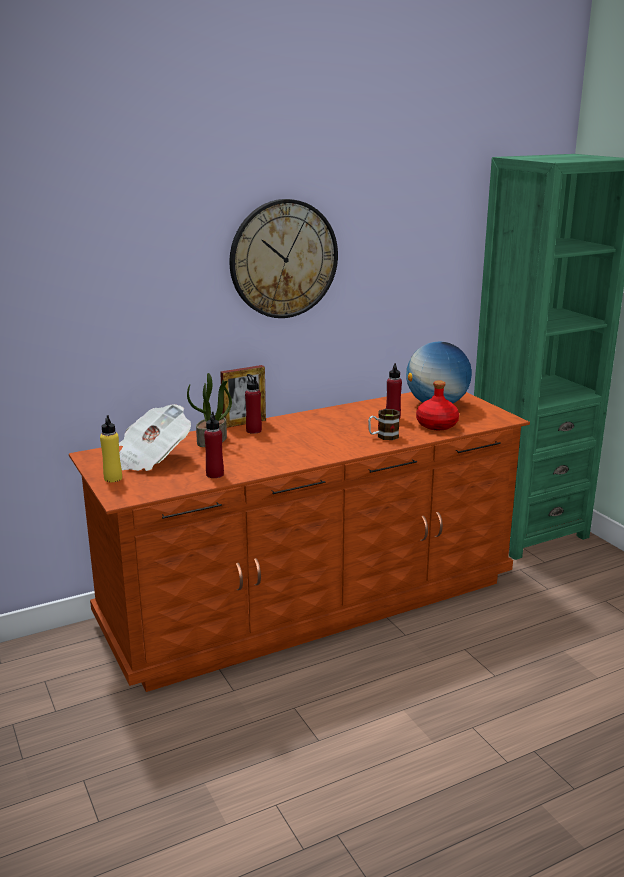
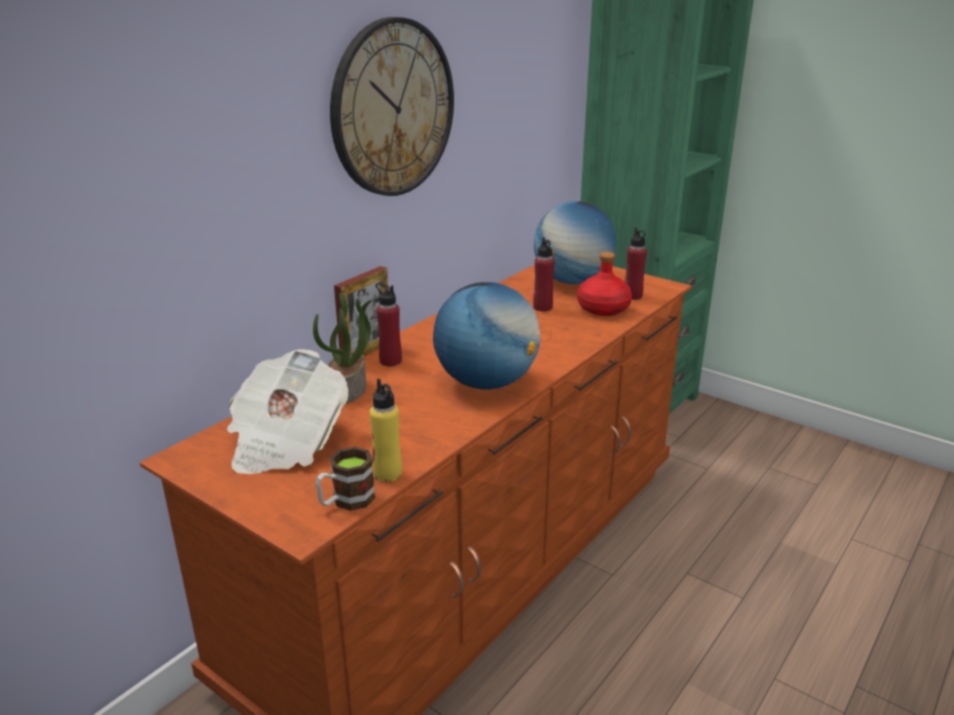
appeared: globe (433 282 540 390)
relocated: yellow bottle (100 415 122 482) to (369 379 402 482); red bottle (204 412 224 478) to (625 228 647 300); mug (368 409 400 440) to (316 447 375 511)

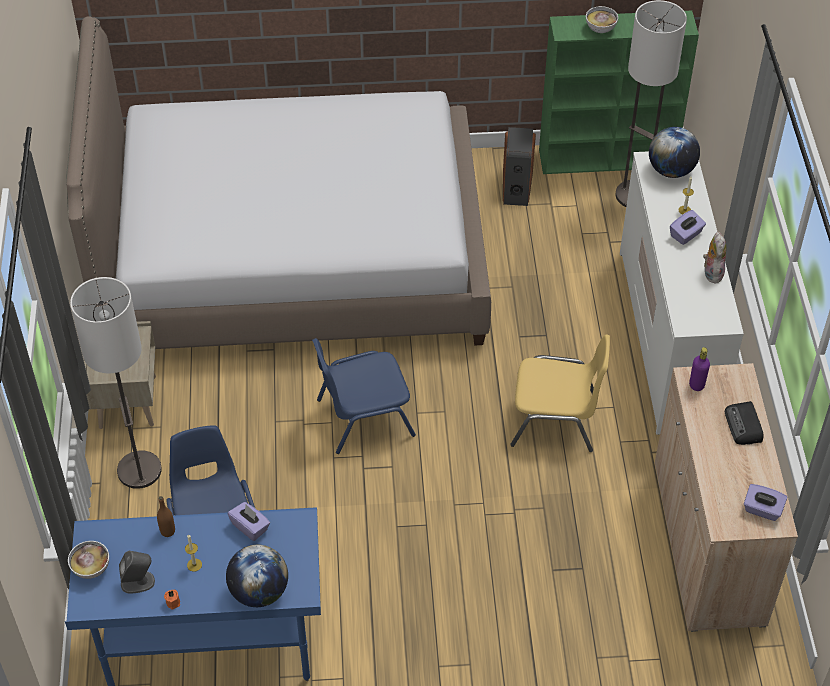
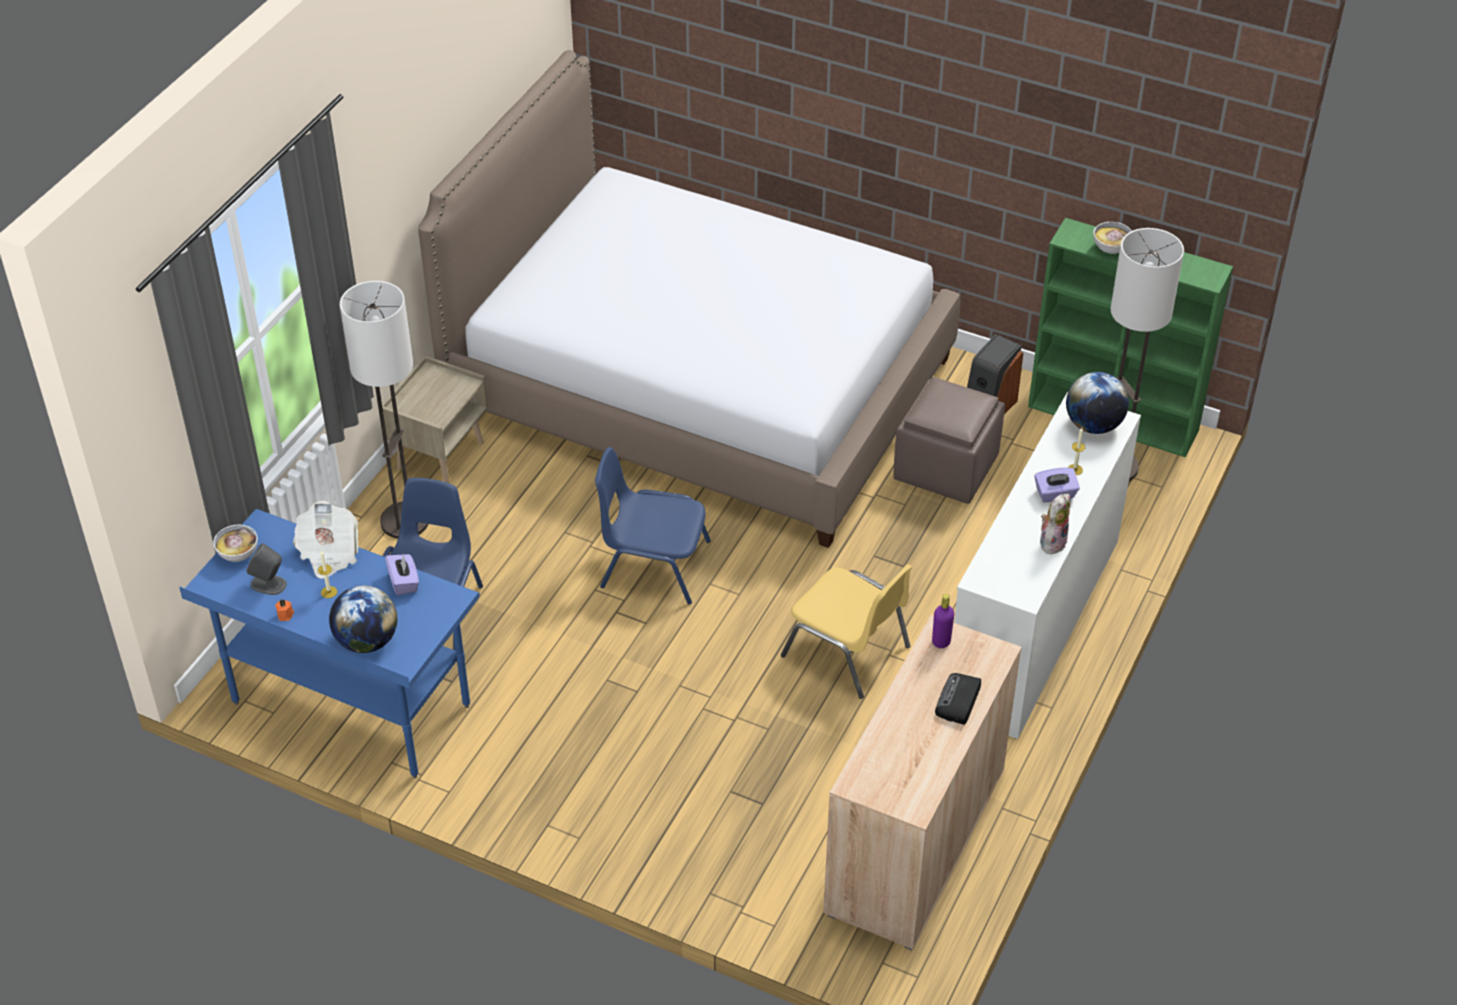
missing: purple tissue box (744 484 787 521)
appeared: brown ottoman (893 377 1005 504)
exchanged: brown bottle (157 496 175 537) to newspaper (293 501 358 579)

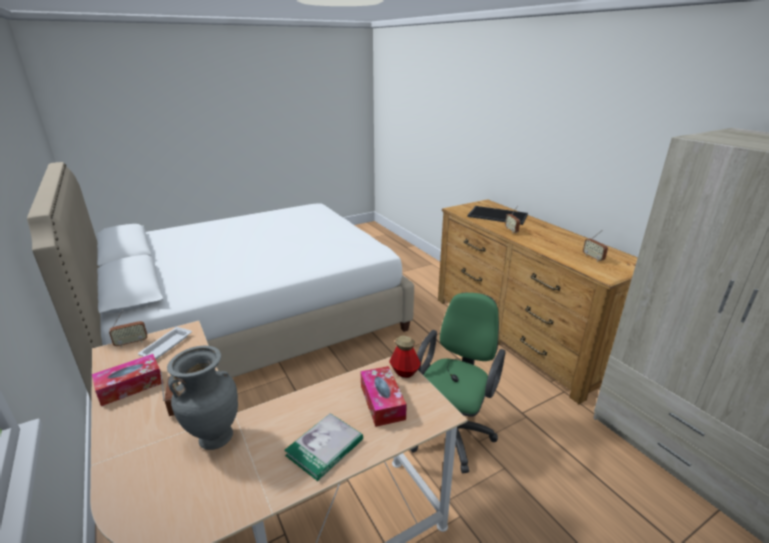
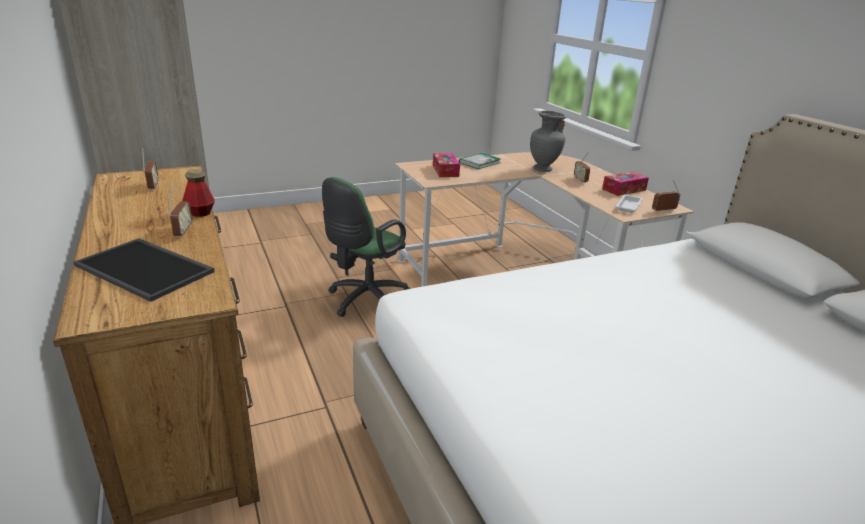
relocated: bottle (389 335 421 378) to (182 169 215 217)

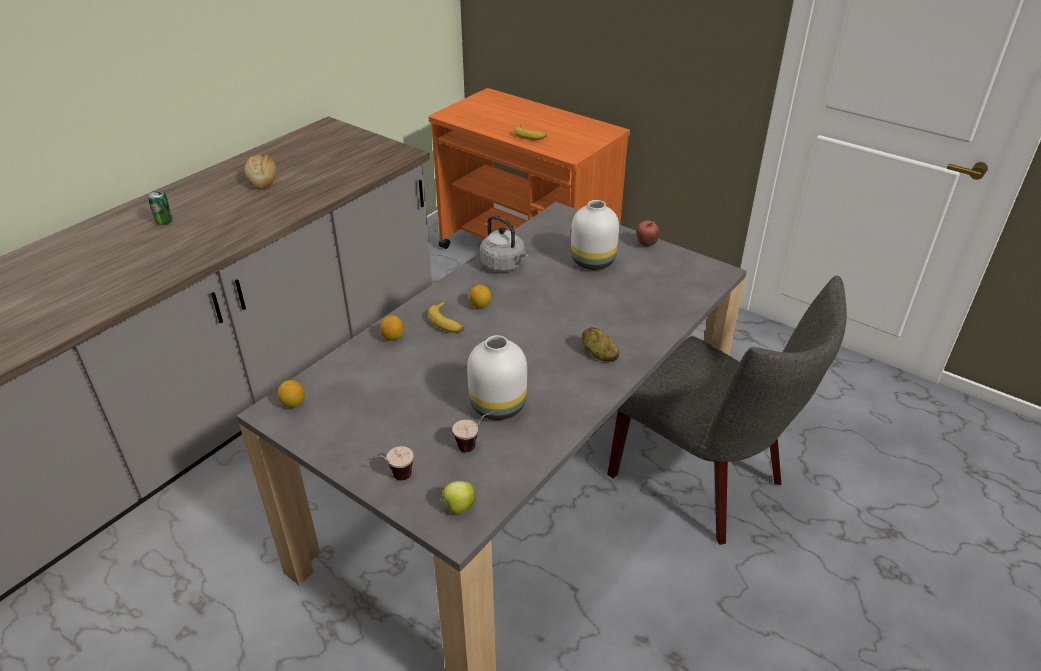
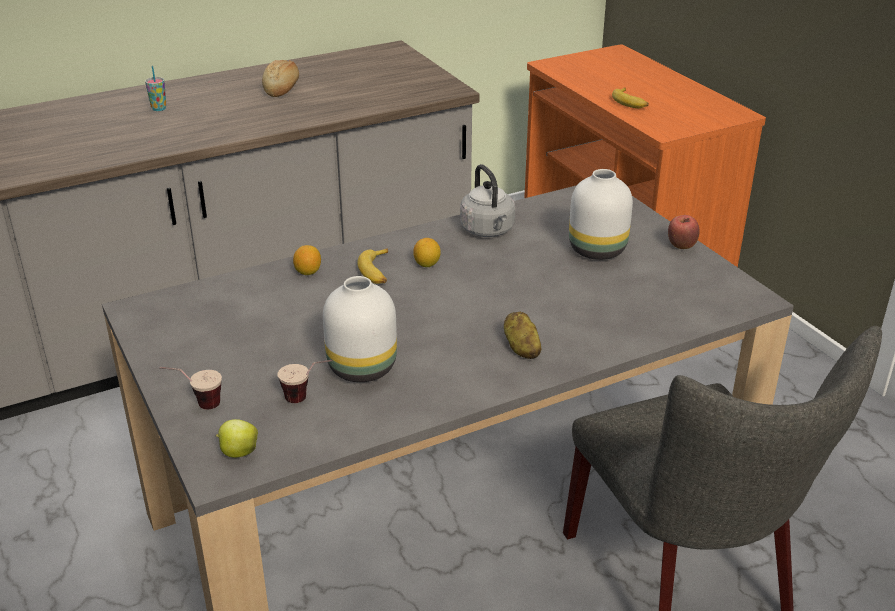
missing: lemon (277 380 305 408)
exchanged: can (148 191 172 225) to cup (145 66 167 111)

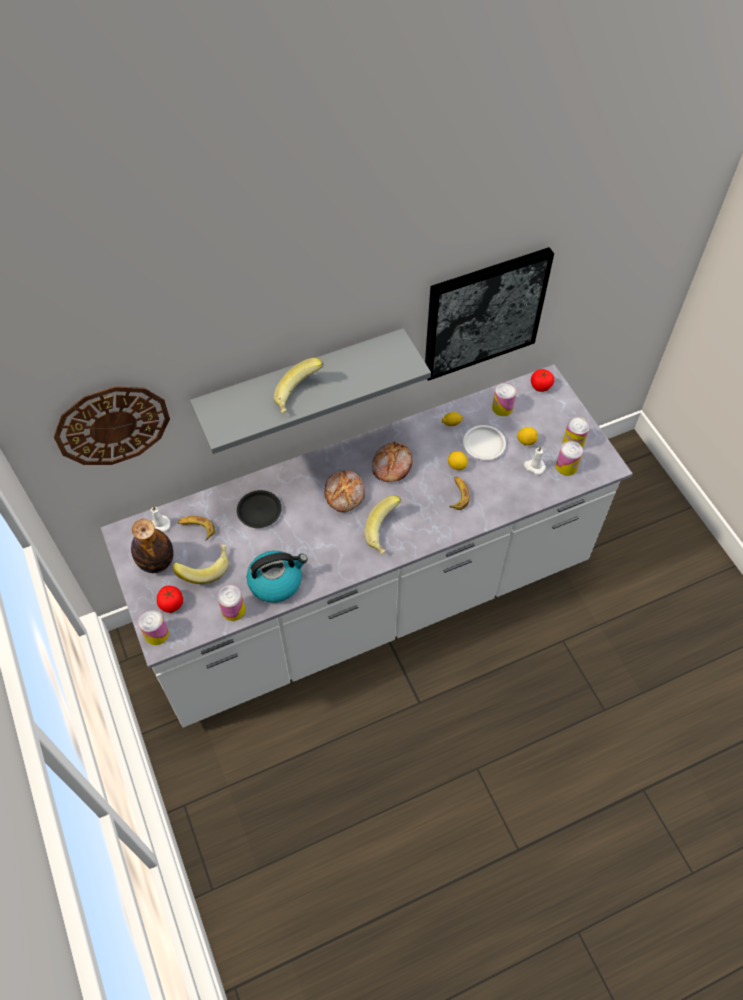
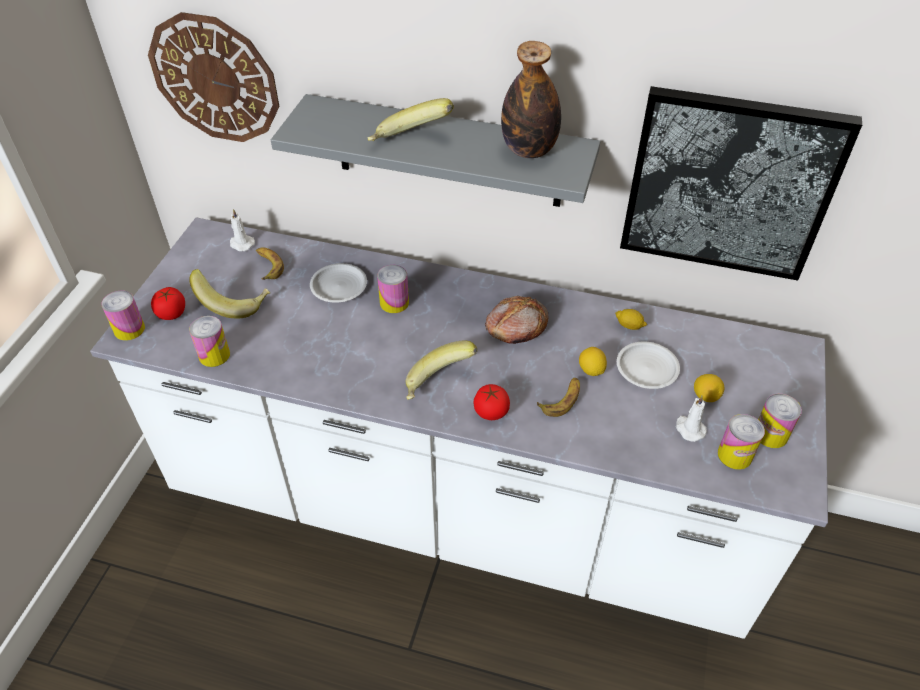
missing: kettle (247 551 308 603); bread (325 470 365 512)
relocated: bottle (131 519 174 573) to (501 41 561 158); can (492 382 517 416) to (377 265 409 313); tomato (531 369 554 392) to (474 384 510 420)
colour: black plate (237 490 282 528) to white plate (310 263 367 303)

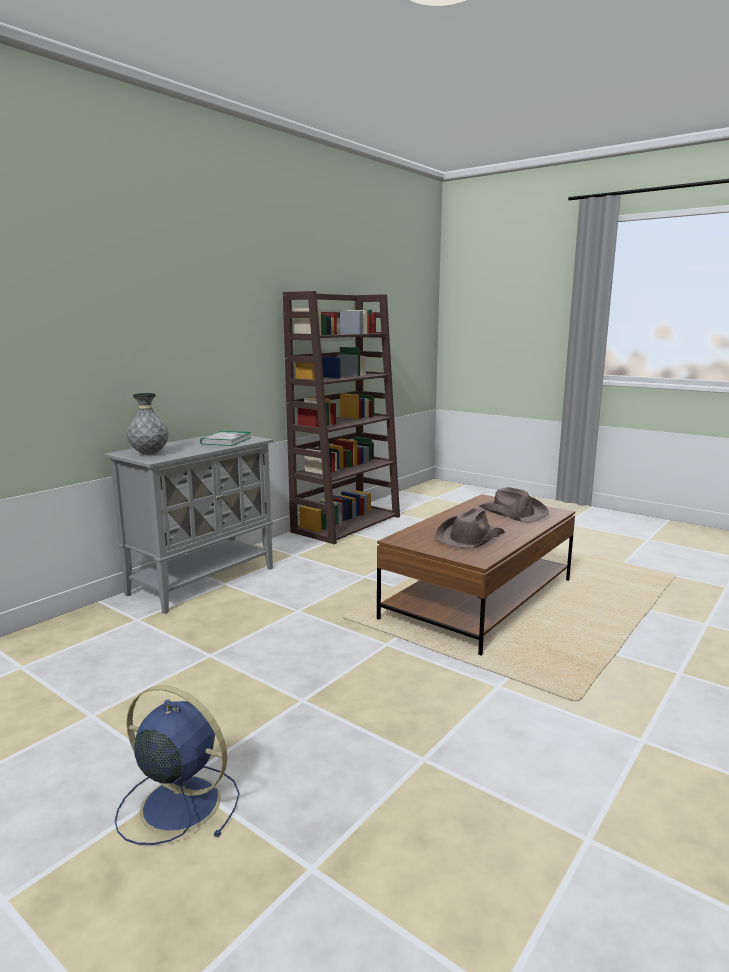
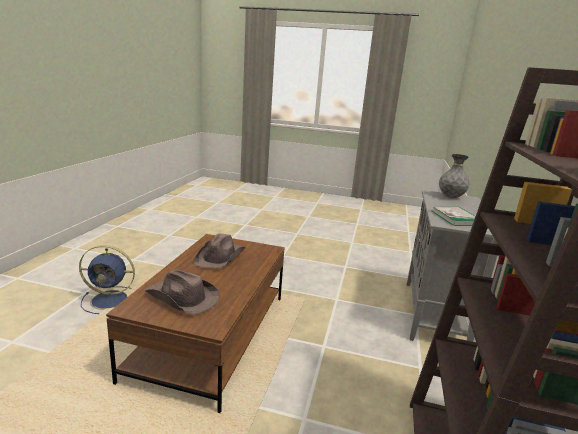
relocated: blue fan (115 685 240 845) to (79 245 135 314)

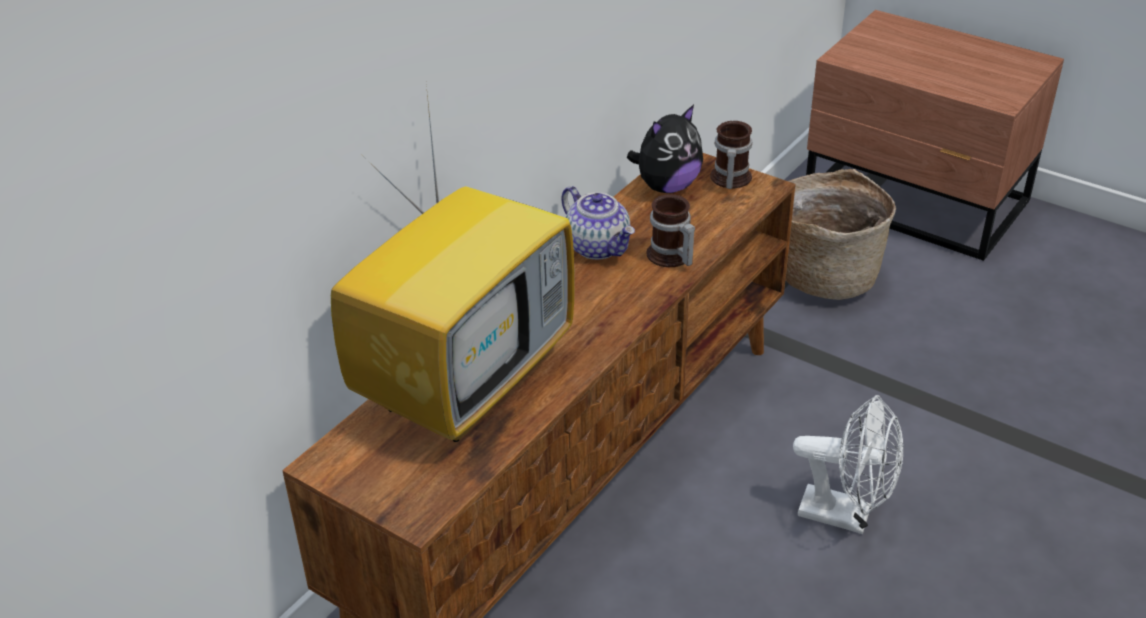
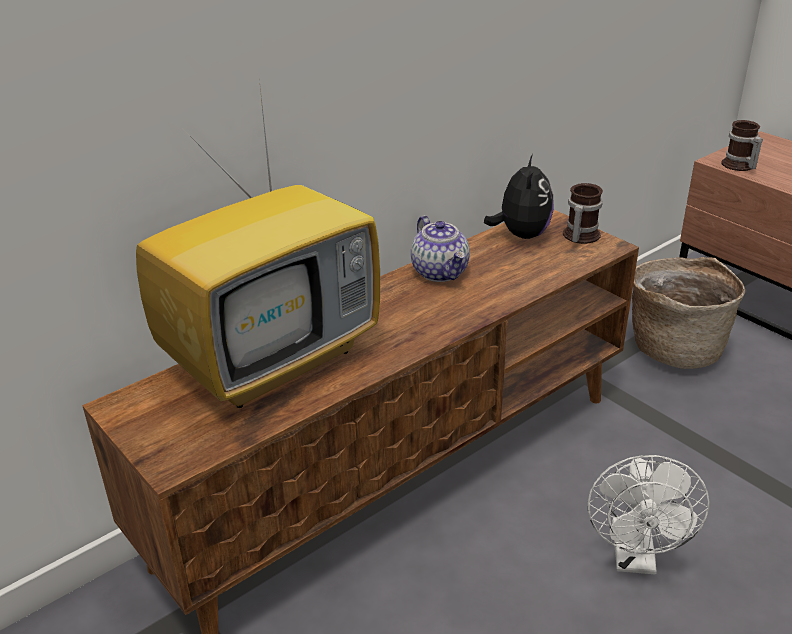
relocated: mug (646 194 695 267) to (721 120 763 171)
spun: plush toy (627 105 703 193) = (484 154 554 239) 60 degrees counterclockwise; white fan (793 395 903 534) = (588 455 709 574) 60 degrees clockwise

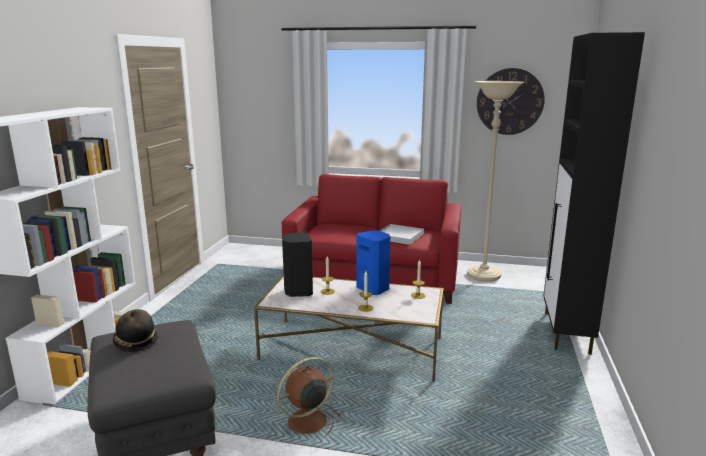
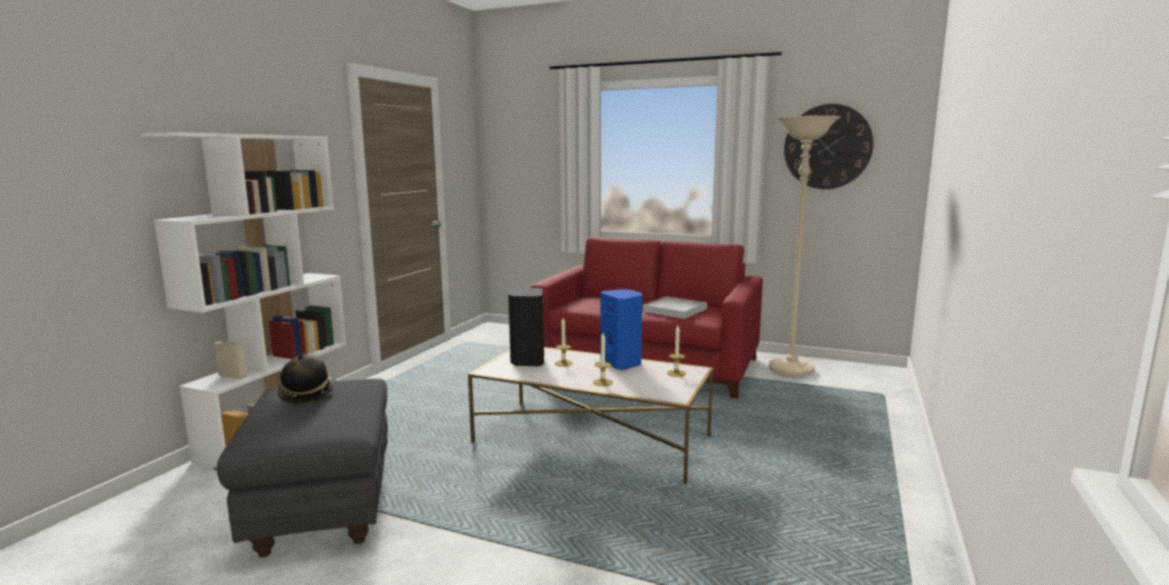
missing: brown fan (277 357 341 437); black cabinet (543 32 645 355)

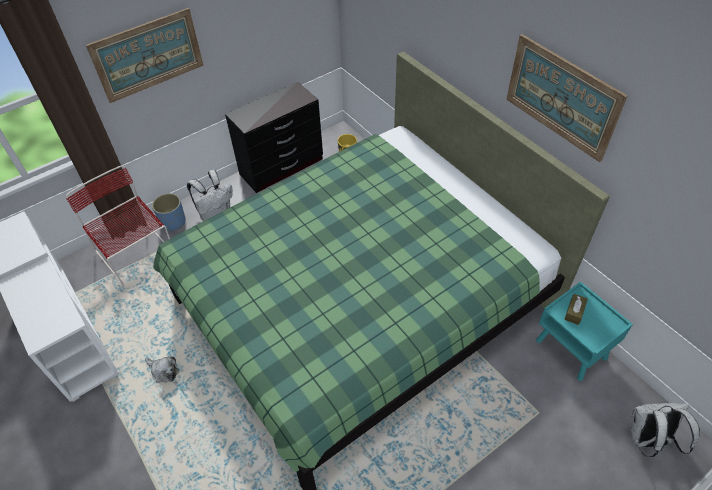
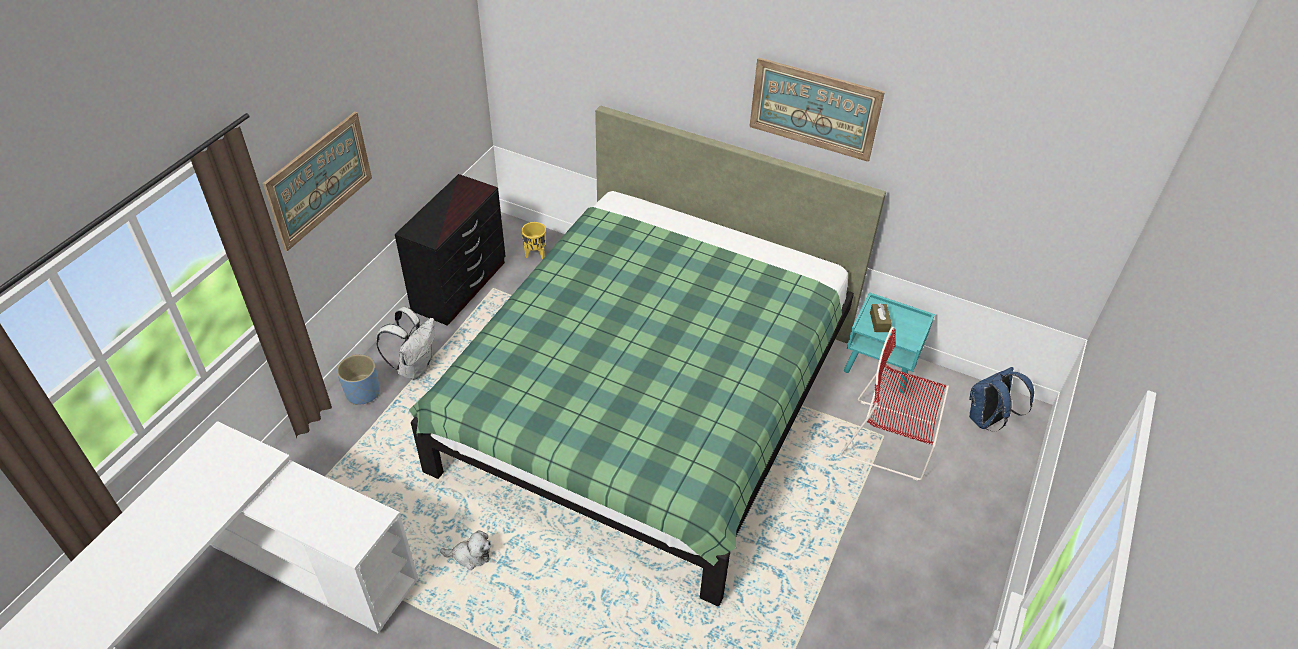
relocated: red chair (66 165 170 286) to (841 327 949 481)
colour: white backpack (630 403 700 457) to blue backpack (969 367 1034 431)

